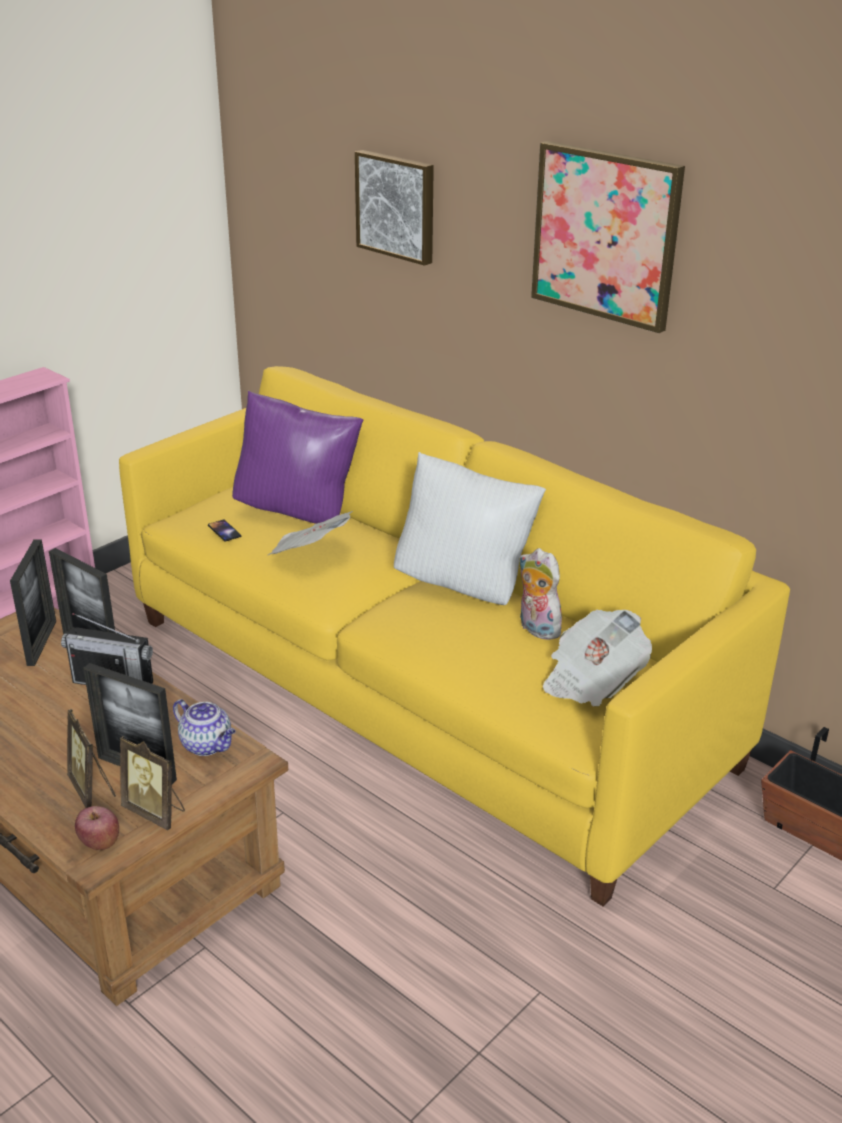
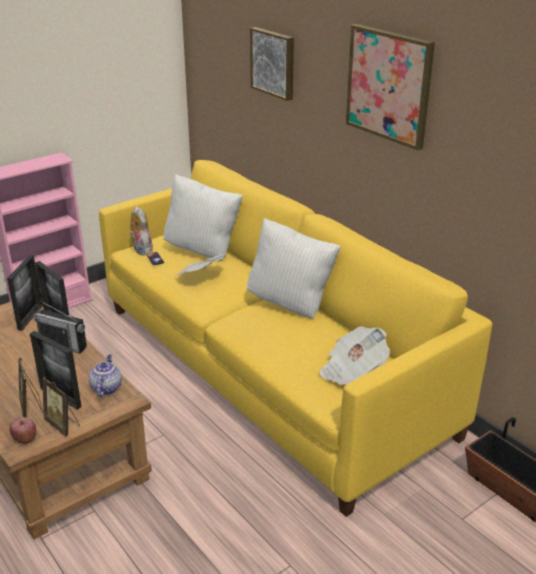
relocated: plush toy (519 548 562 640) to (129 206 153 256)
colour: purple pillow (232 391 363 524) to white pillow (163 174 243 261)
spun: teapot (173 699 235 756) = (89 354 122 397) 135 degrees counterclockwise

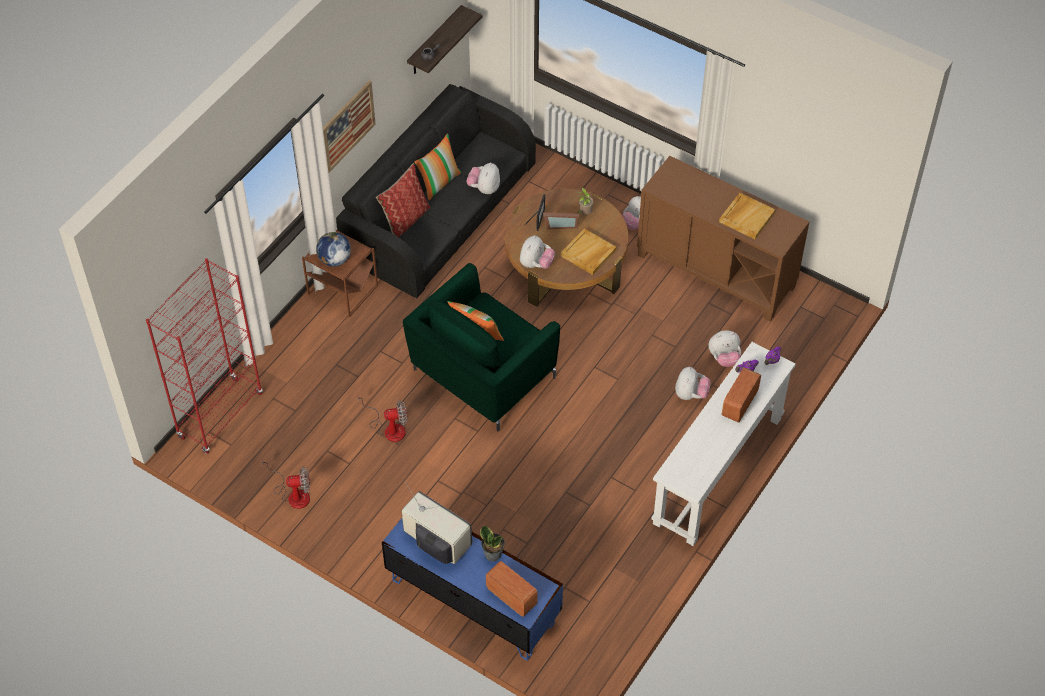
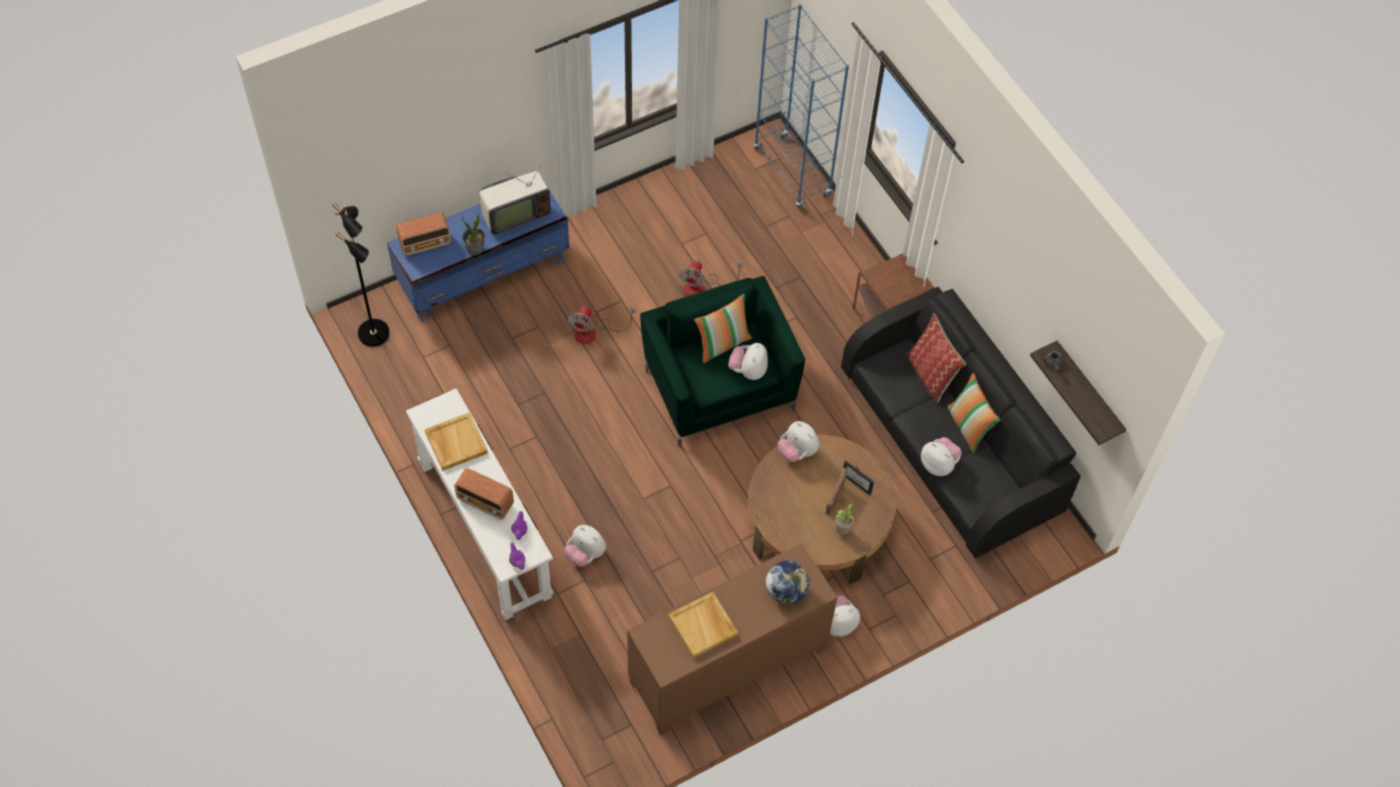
missing: picture (323 80 376 173)
appeared: black floor lamp (332 202 389 347)
relocated: fan (262 460 310 509) to (568 306 636 344); globe (316 232 351 267) to (766 561 810 604); beige tray (561 228 617 275) to (425 412 488 471); plush toy (708 330 741 367) to (728 343 768 380)
colour: red bookcase (146 258 263 454) to blue bookcase (754 4 849 209)
spun: radio (722 367 761 423) = (454 468 514 520) 150 degrees clockwise

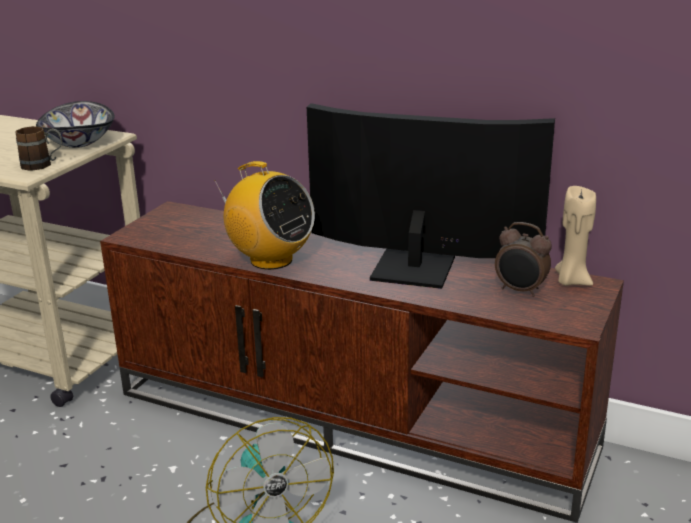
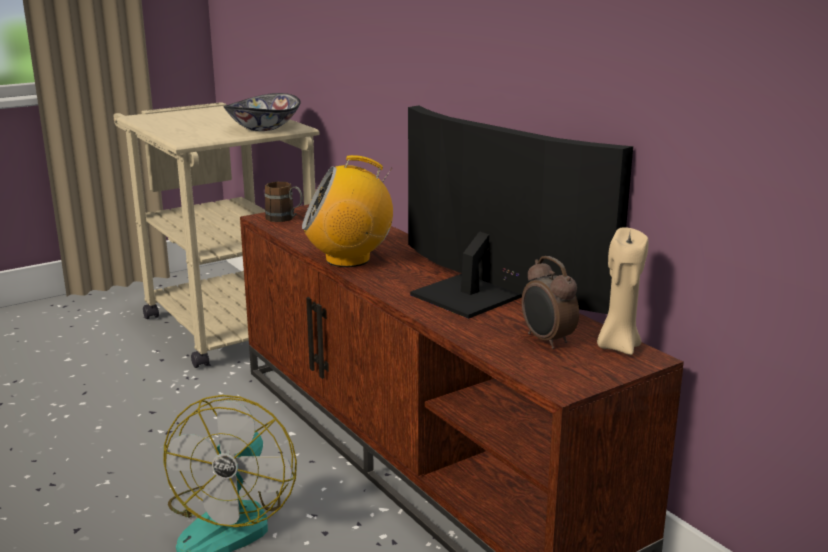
relocated: brown mug (15 126 63 171) to (264 182 303 222)
spun: radio (214 161 315 270) = (302 155 393 267) 105 degrees clockwise

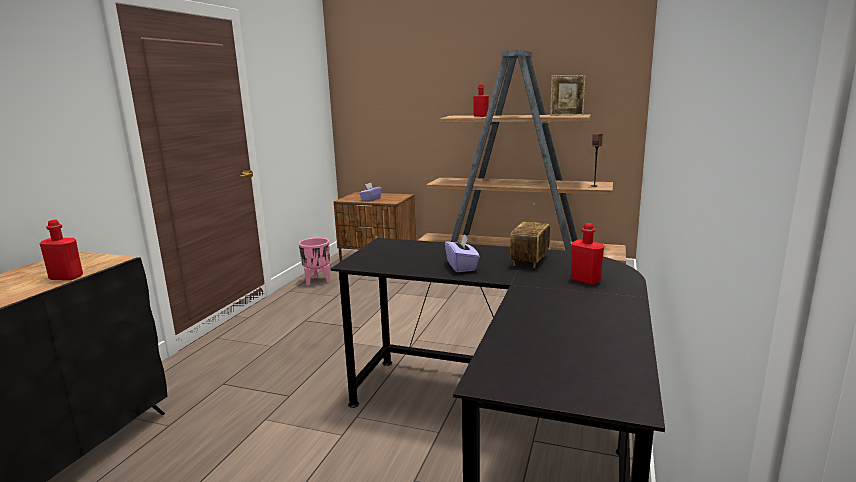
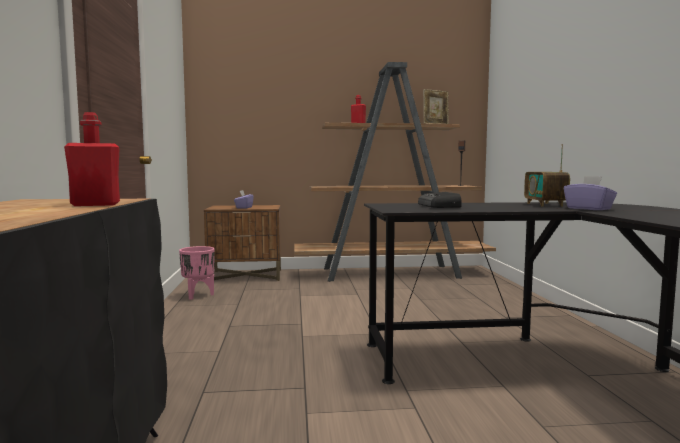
missing: red bottle (571 223 604 285)
appeared: radio (418 192 461 208)
relocated: purple tissue box (445 235 480 272) to (564 176 617 210)

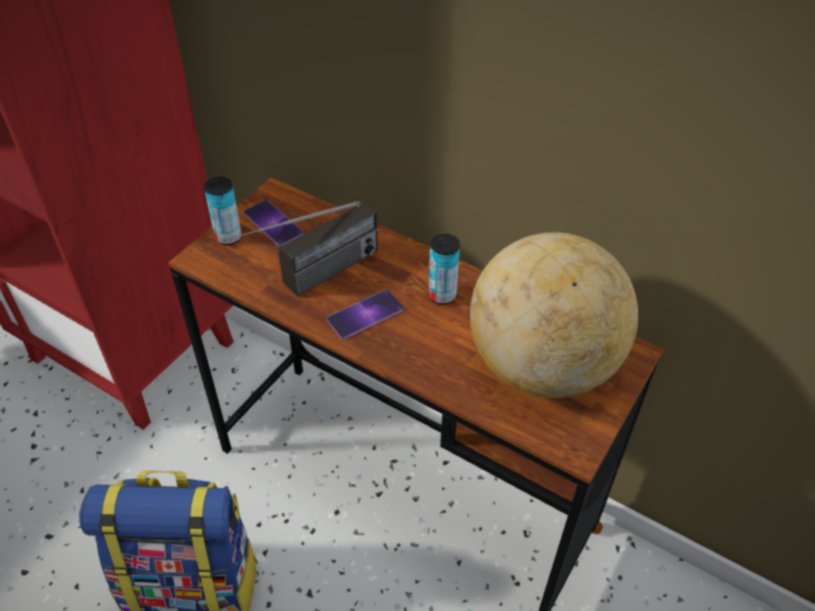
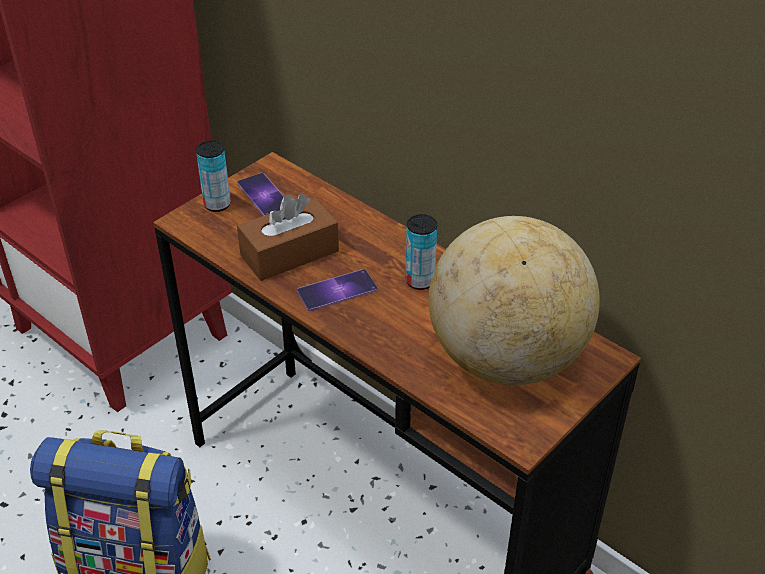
exchanged: radio (221 201 378 296) to brown tissue box (237 194 339 281)

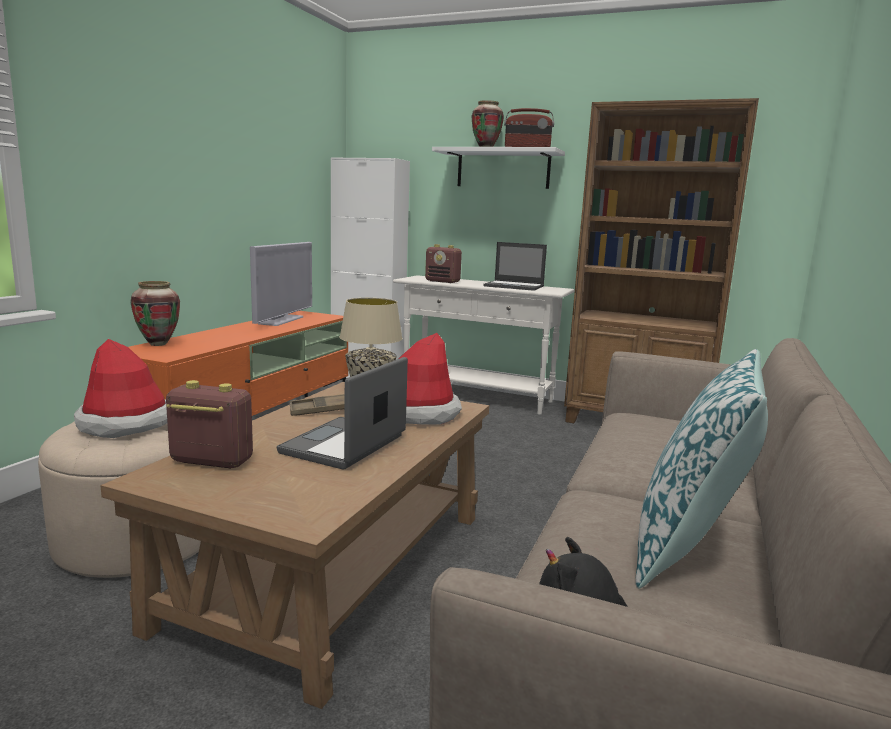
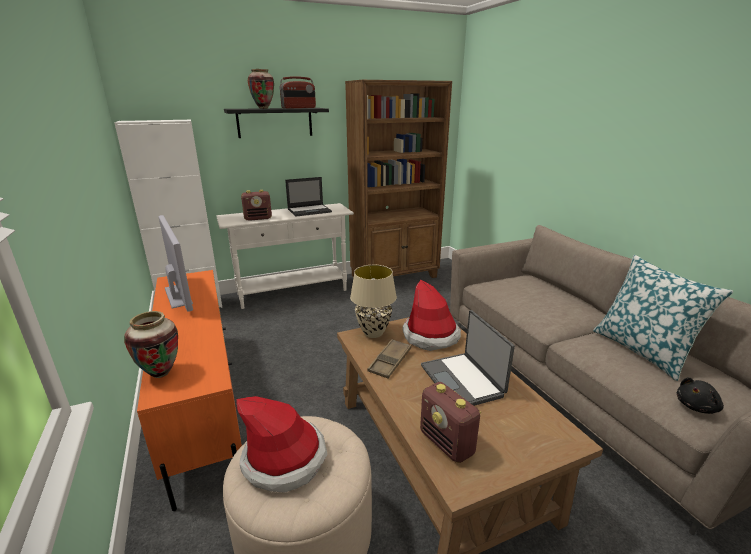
colour: white shelf (432 147 565 189) to black shelf (224 108 329 138)
spun: radio (166 380 253 468) = (420 382 481 463) 90 degrees counterclockwise

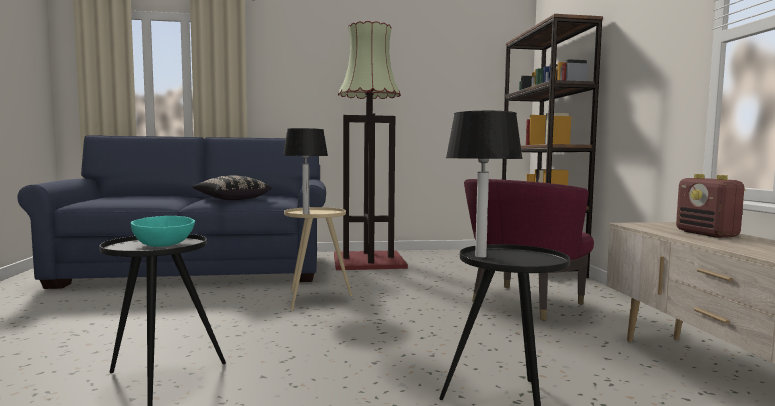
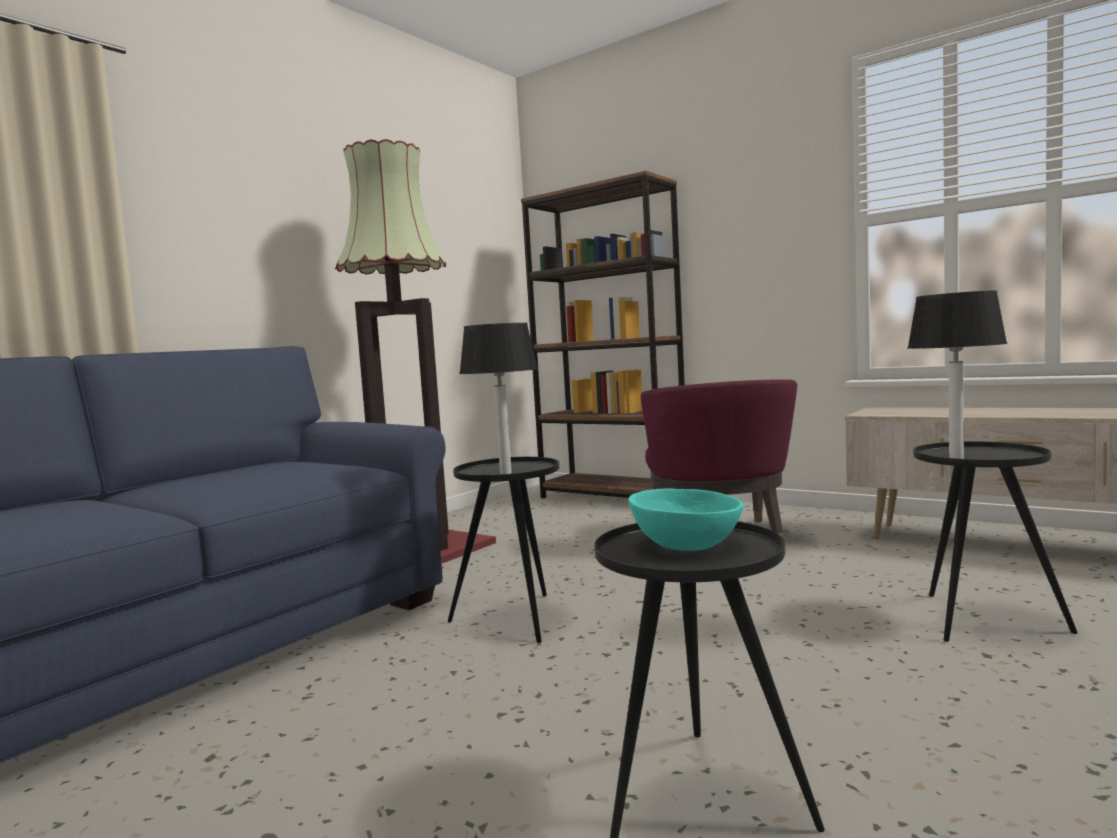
missing: black pillow (192 175 272 200); radio (676 174 745 238)
colour: beige side table (284 207 352 311) to black side table (448 457 560 643)

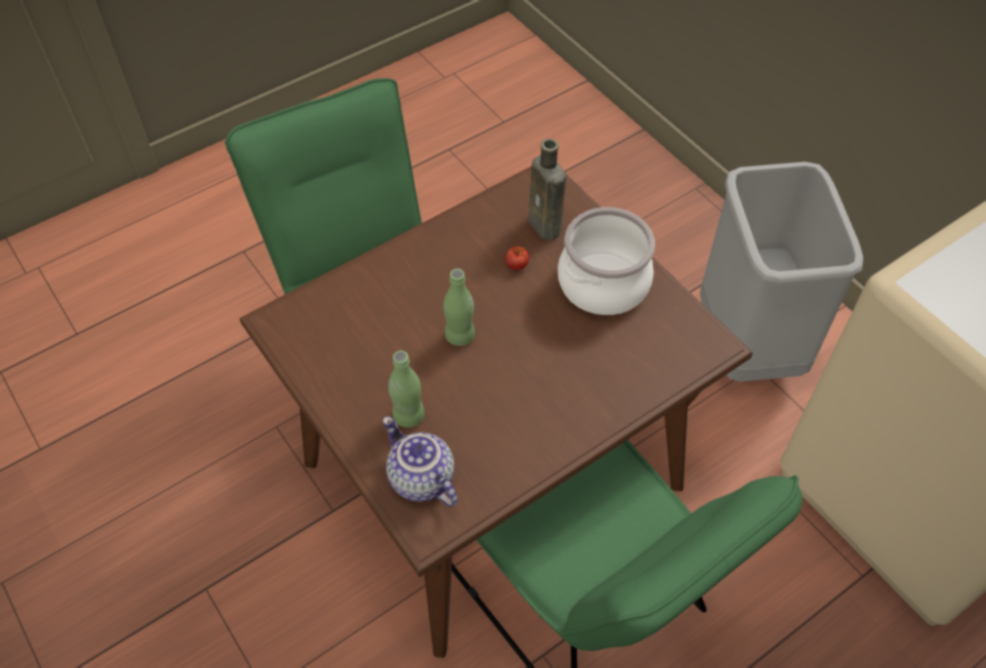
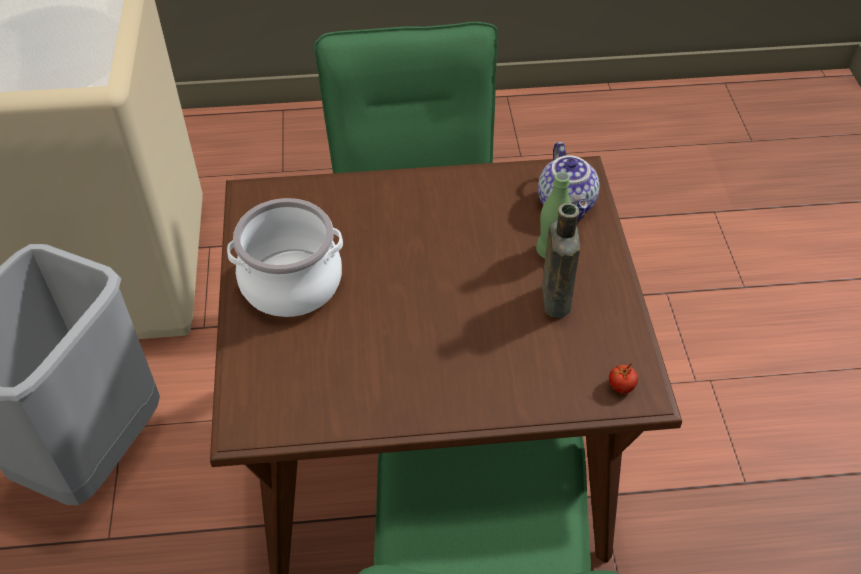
missing: green bottle (443 269 475 346)
relocated: tomato (506 242 529 270) to (609 362 638 394); brown bottle (528 139 566 240) to (542 203 580 318)

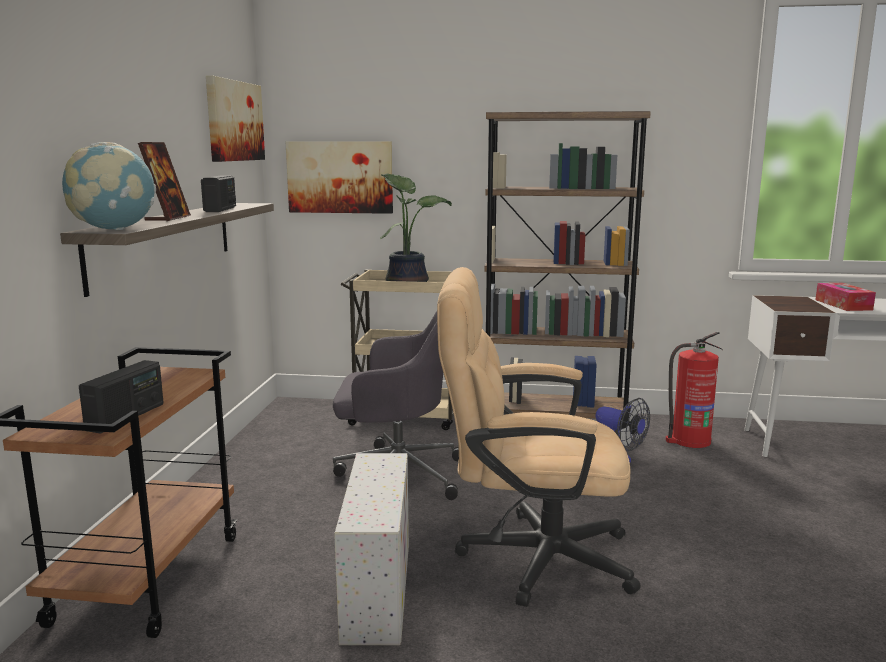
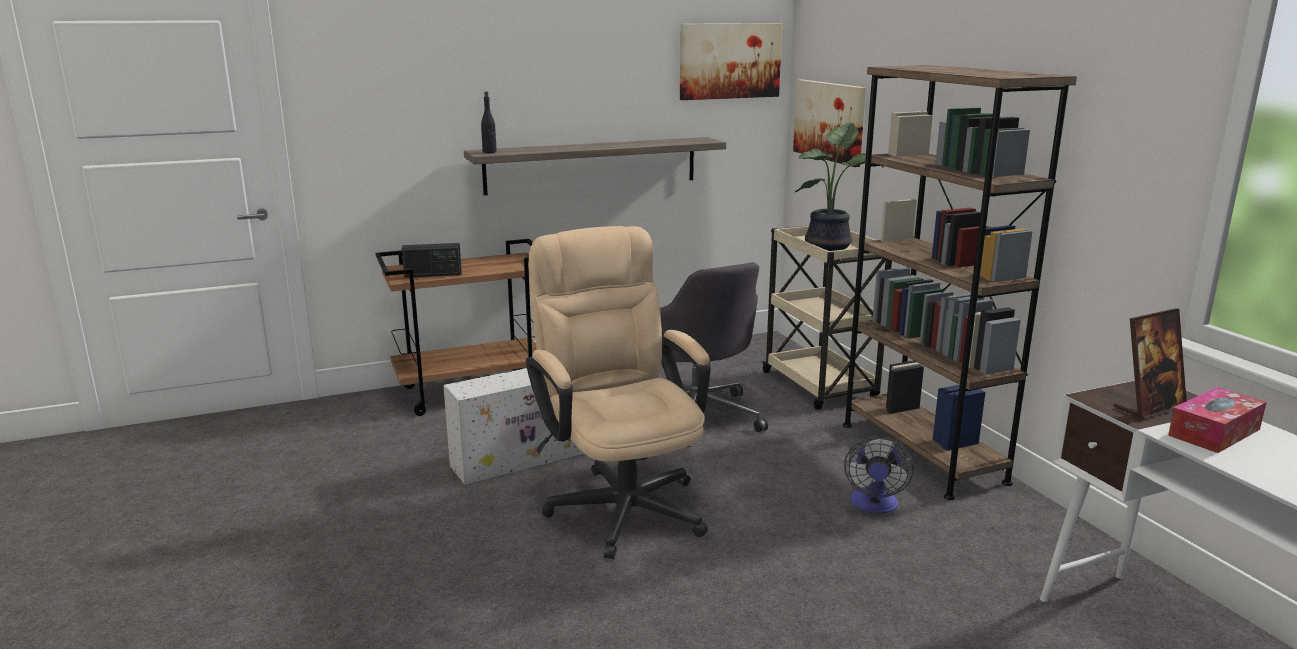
missing: radio (201 176 236 212); fire extinguisher (666 332 723 448)
relocated: picture frame (138 142 191 221) to (1113 308 1186 420)
exchanged: globe (62 142 156 230) to black bottle (481 91 497 153)

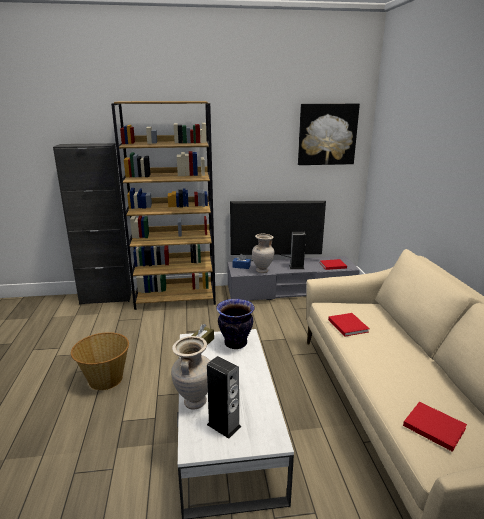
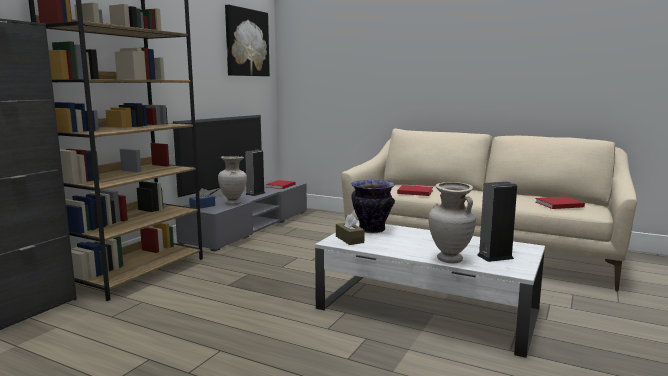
missing: basket (71 332 129 390)

